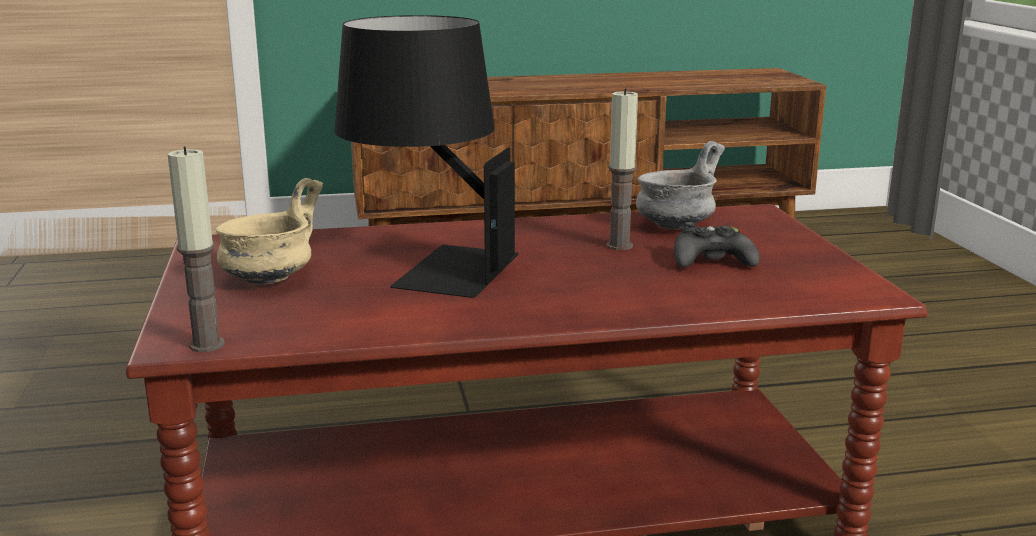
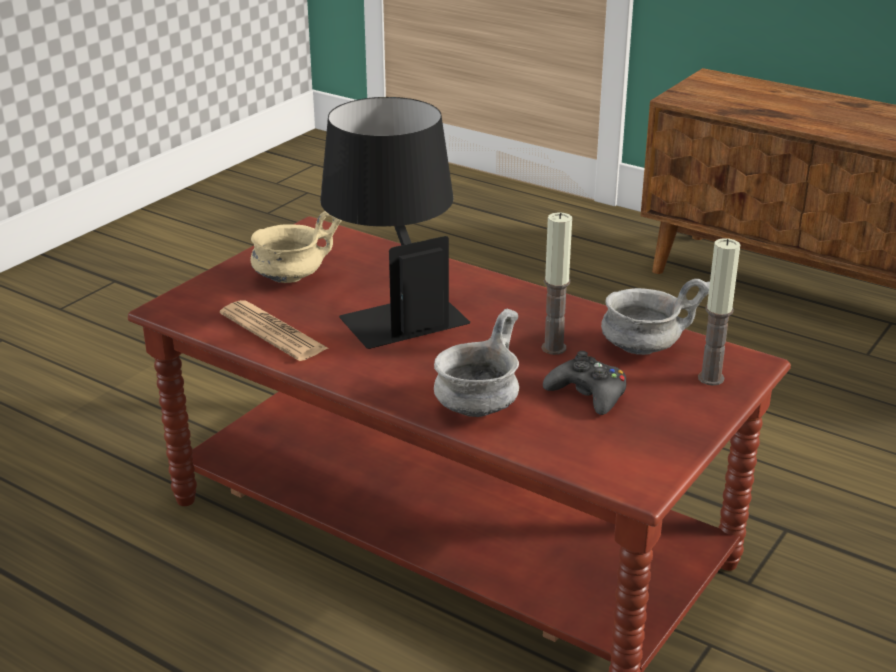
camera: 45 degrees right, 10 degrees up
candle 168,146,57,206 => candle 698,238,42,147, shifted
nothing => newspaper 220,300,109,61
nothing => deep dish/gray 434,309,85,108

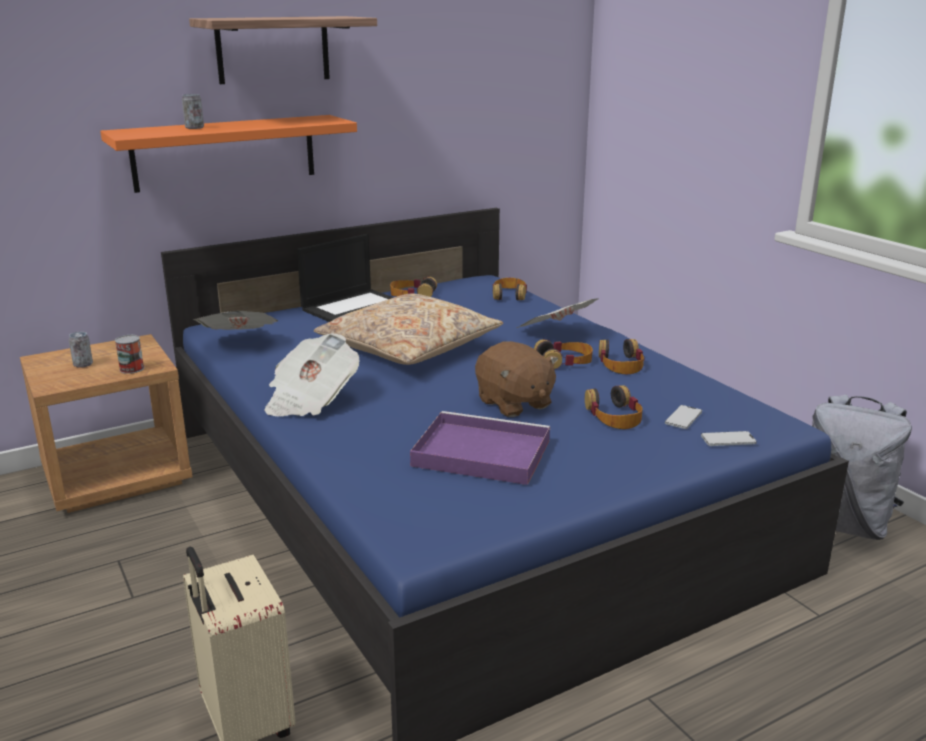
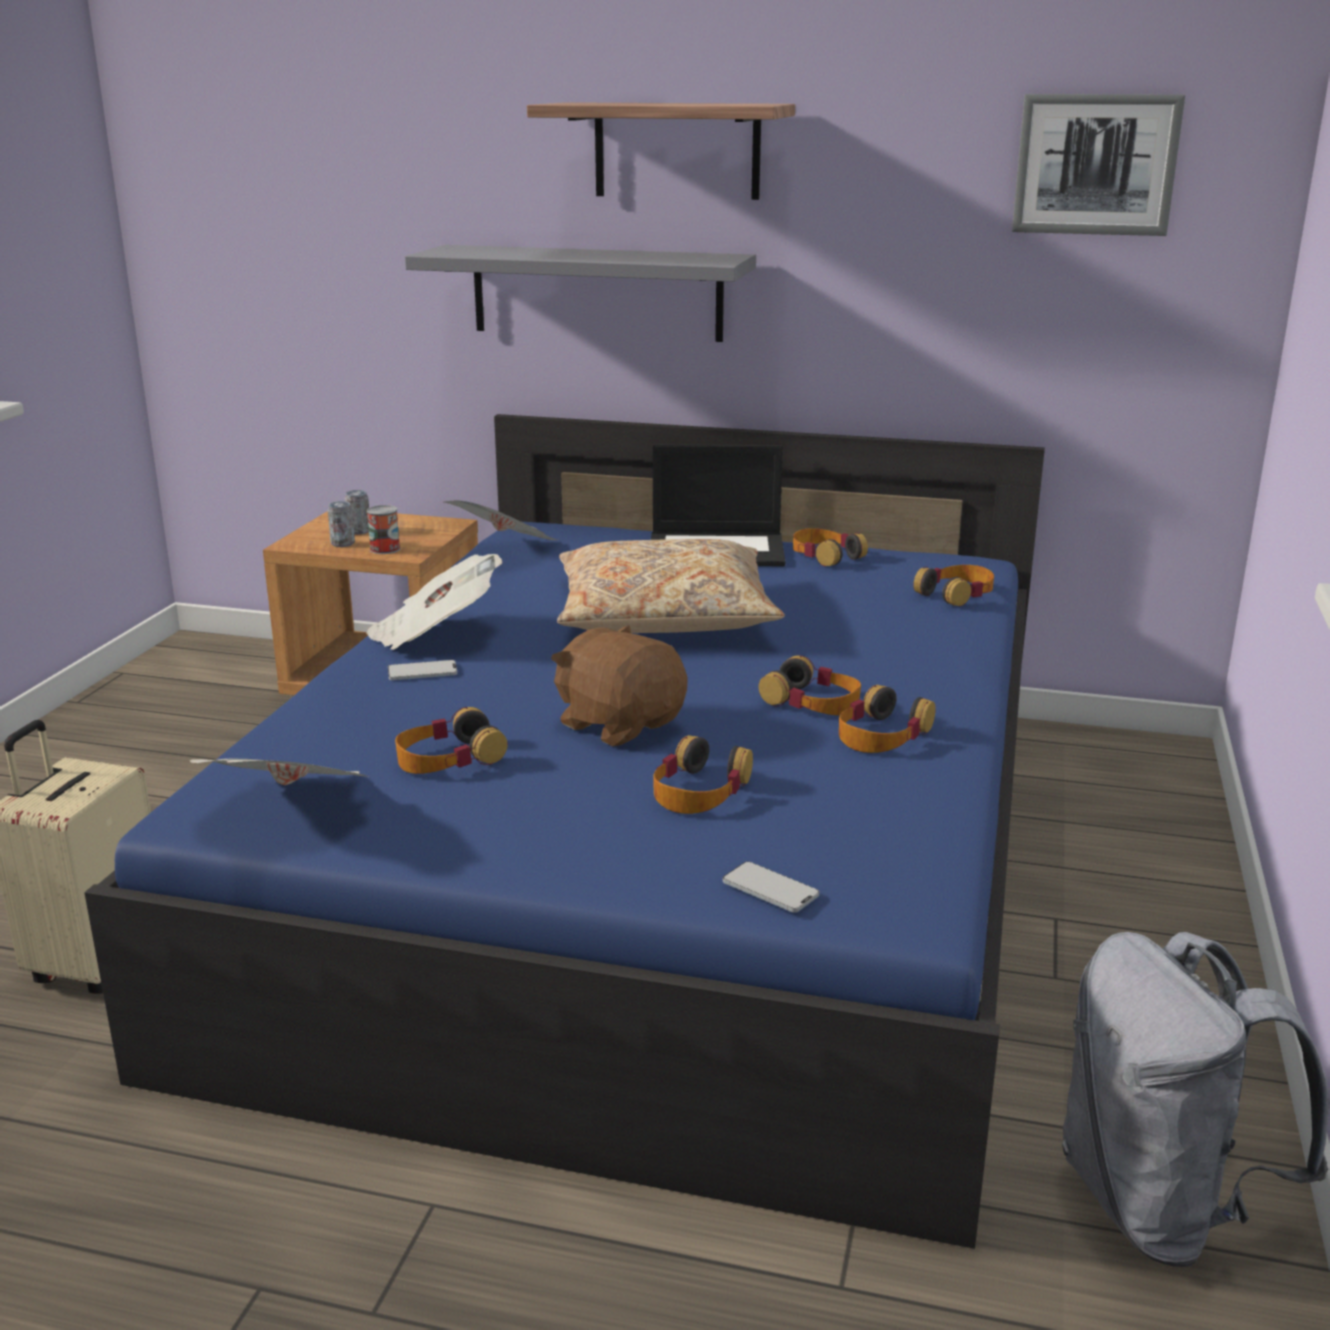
camera: 45 degrees right, 0 degrees up
sealed can 182,94,22,35 => sealed can 328,501,27,46, shifted
wall shelf/orange 100,115,257,78 => wall shelf/gray 405,245,351,97
newspaper 516,299,82,29 => newspaper 190,758,180,27, shifted
plush toy/brown 475,341,83,76 => plush toy/brown 551,625,137,121, 120 degrees clockwise
handset 665,405,37,24 => handset 388,660,69,20, shifted
serving tray/purplish 410,411,140,74 => pair of headphones 395,707,113,67
nothing => wall art 1012,94,173,142

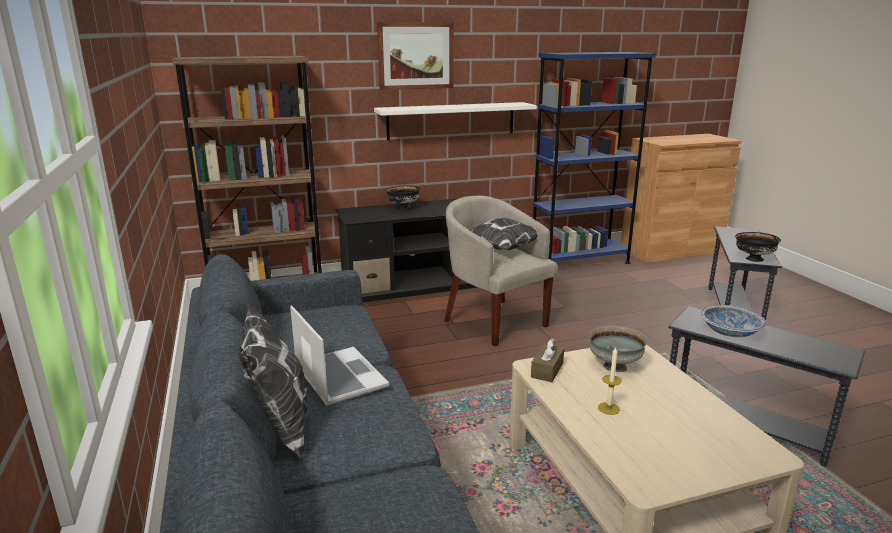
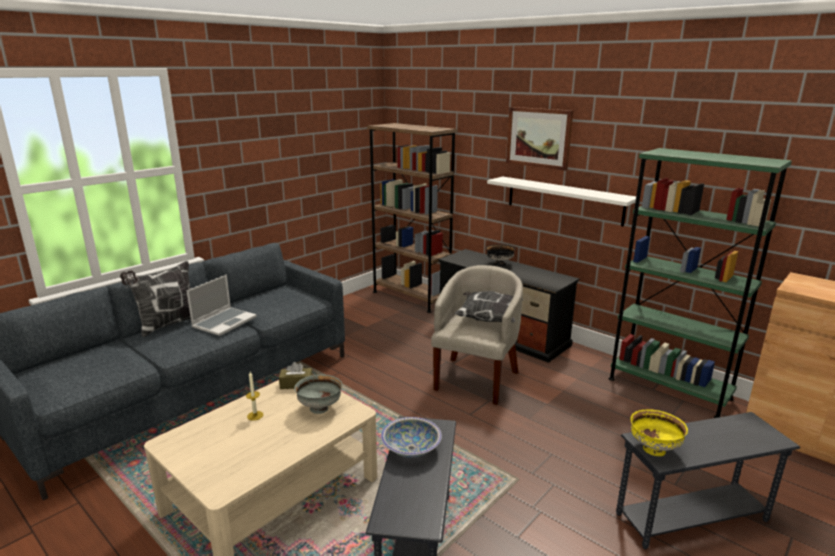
camera: 60 degrees right, 0 degrees up
shelving unit/blue-coloured 533,52,123,212 => shelving unit/greenish 609,148,183,270
deep dish/black 735,232,46,30 => deep dish/yellowish 631,409,57,47

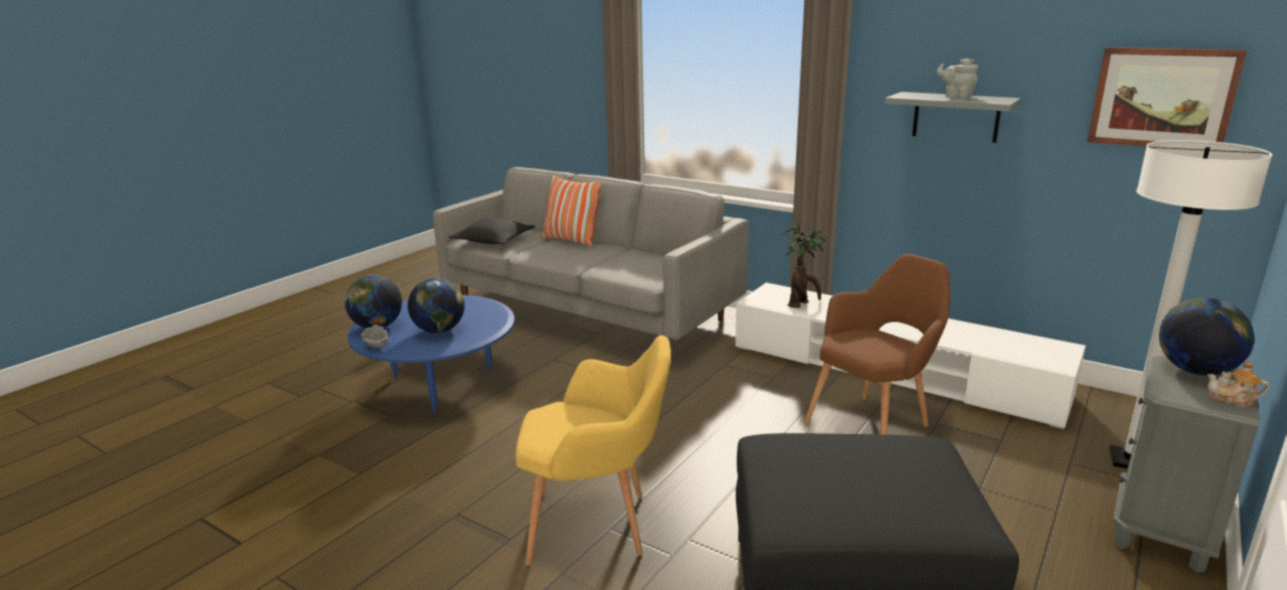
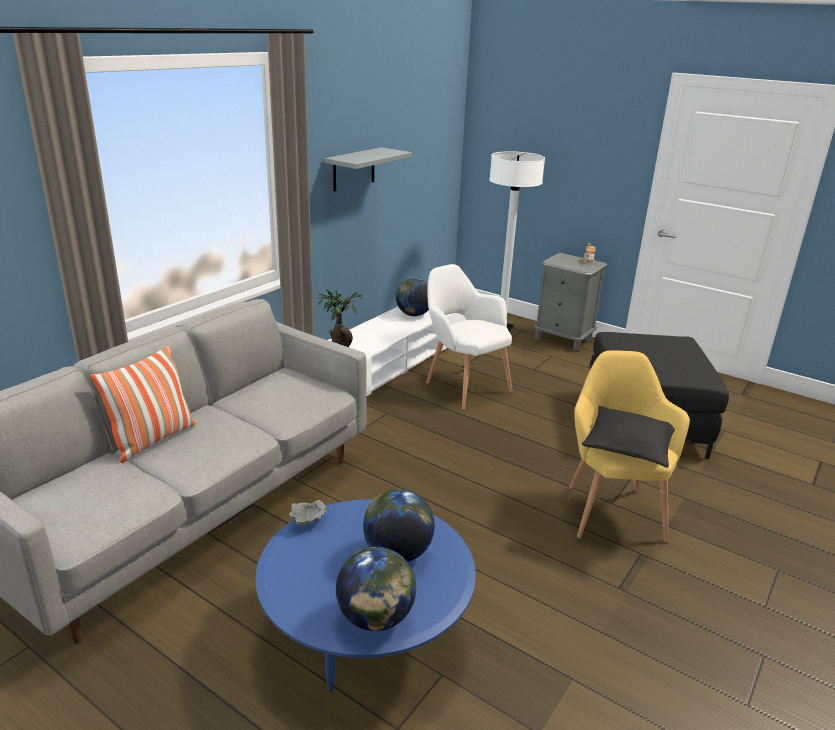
camera: 90 degrees left, 5 degrees up
wall art 1087,47,160,100 => nothing
teapot/gray 937,58,41,40 => nothing
pillow/black 449,218,86,27 => pillow/black 582,406,93,62, shifted
lounge chair/brown 804,254,146,181 => lounge chair/white 426,264,87,146
globe 1159,298,95,77 => globe 396,278,33,38, shifted
deep dish/gray 361,325,29,23 => deep dish/gray 289,500,39,25, shifted

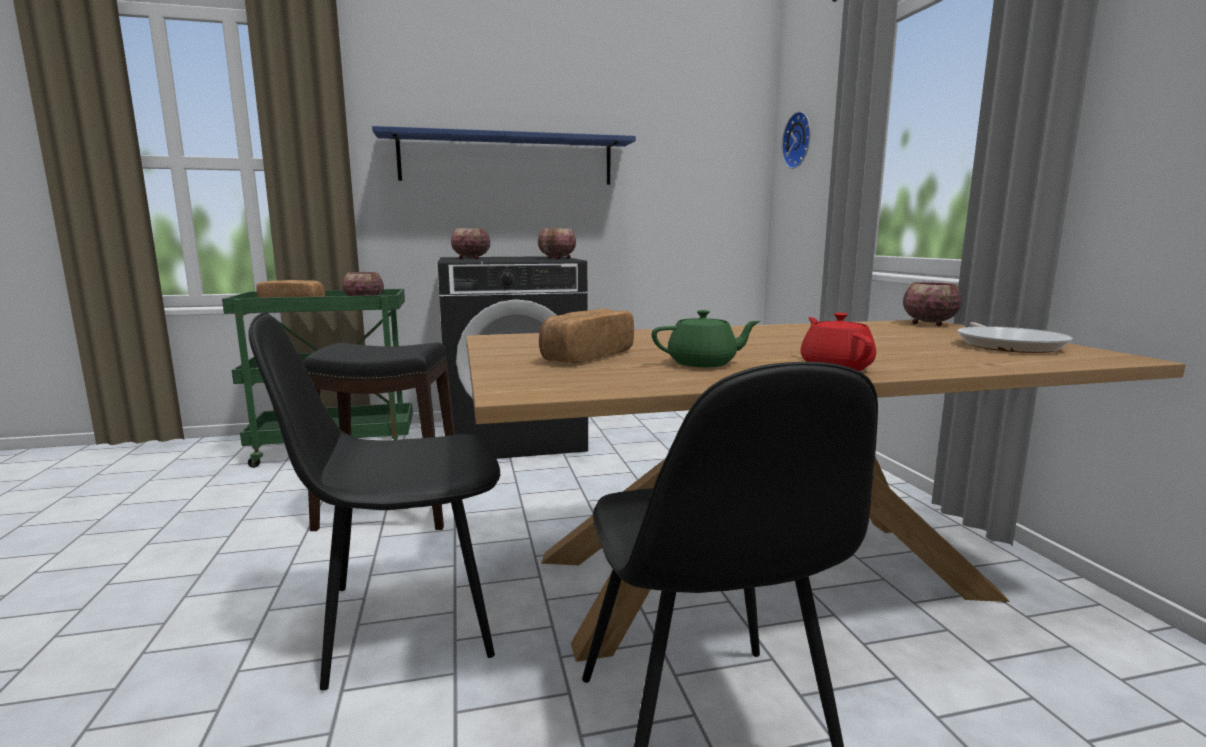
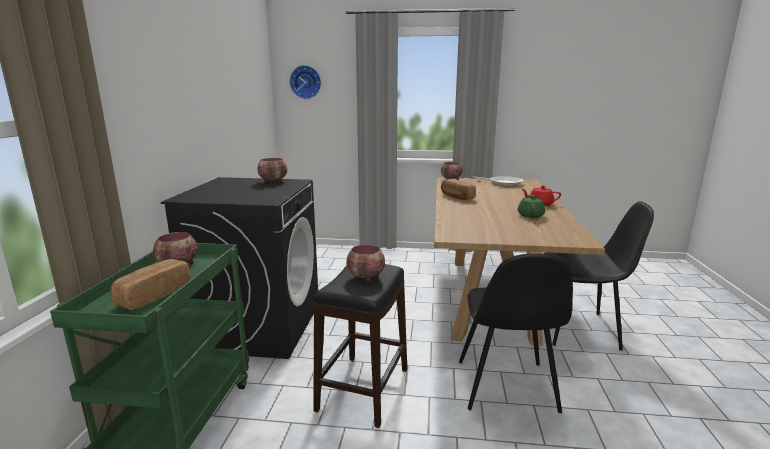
camera: 70 degrees left, 5 degrees up
wall shelf/blue-coloured 372,126,264,59 => nothing
deep dish 451,228,39,31 => deep dish 346,244,39,38, shifted
bread 539,308,95,56 => bread 441,179,35,21, shifted

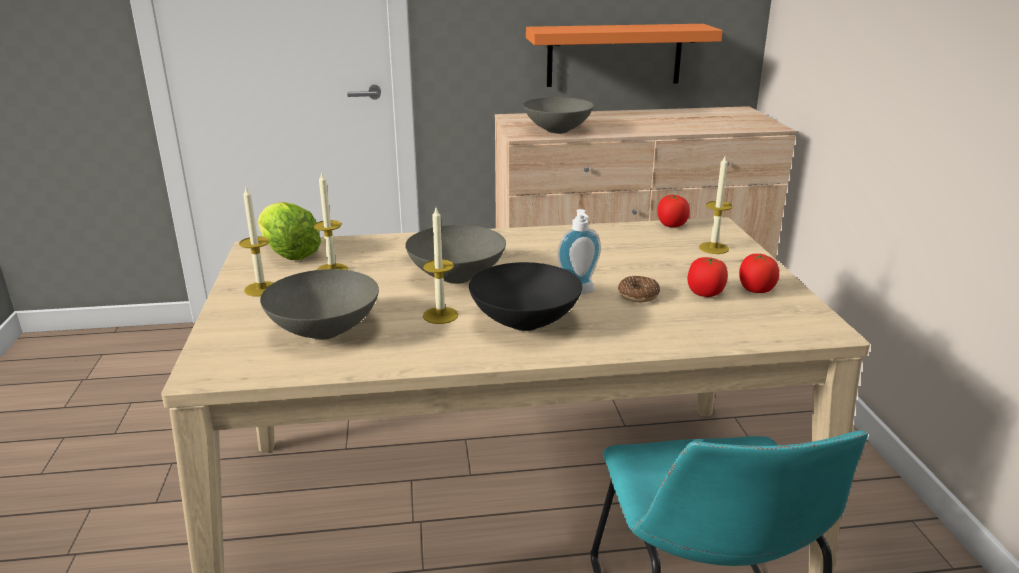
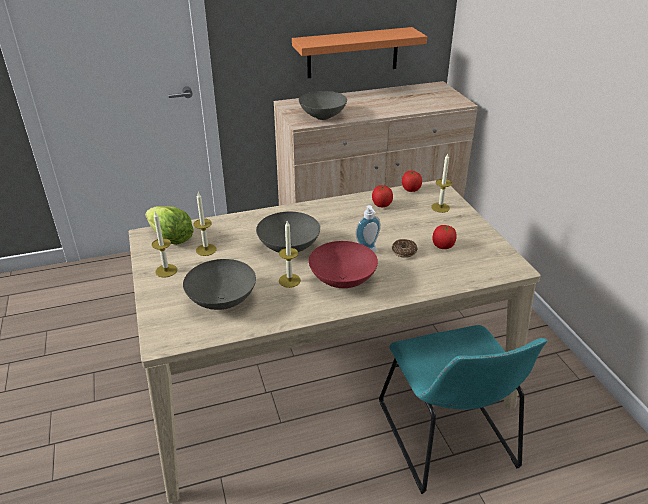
camera: 10 degrees left, 10 degrees up
fresh tomato 739,254,40,39 => fresh tomato 372,185,21,22, shifted
deep dish/black 469,262,113,69 => deep dish/reddish 309,241,69,47

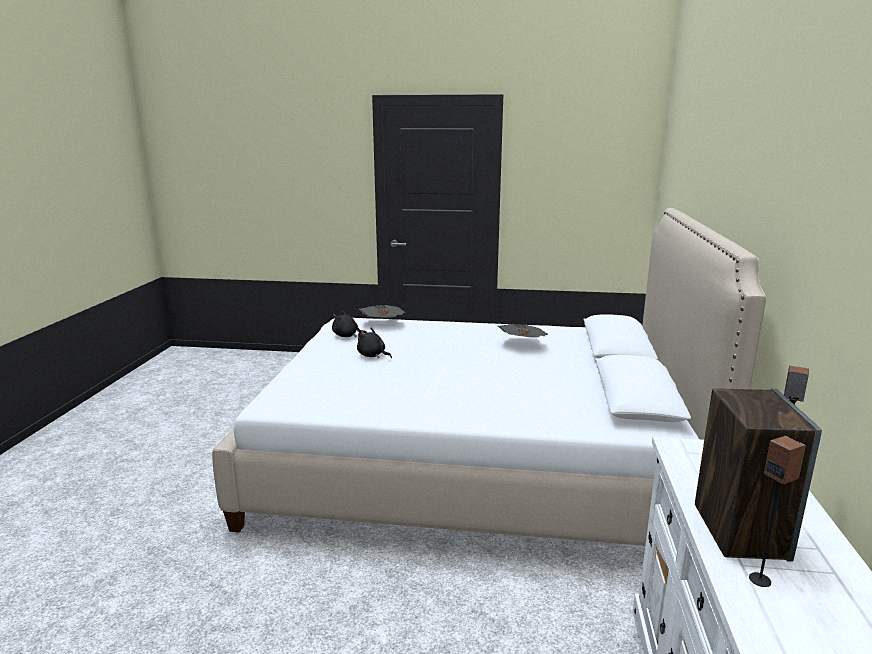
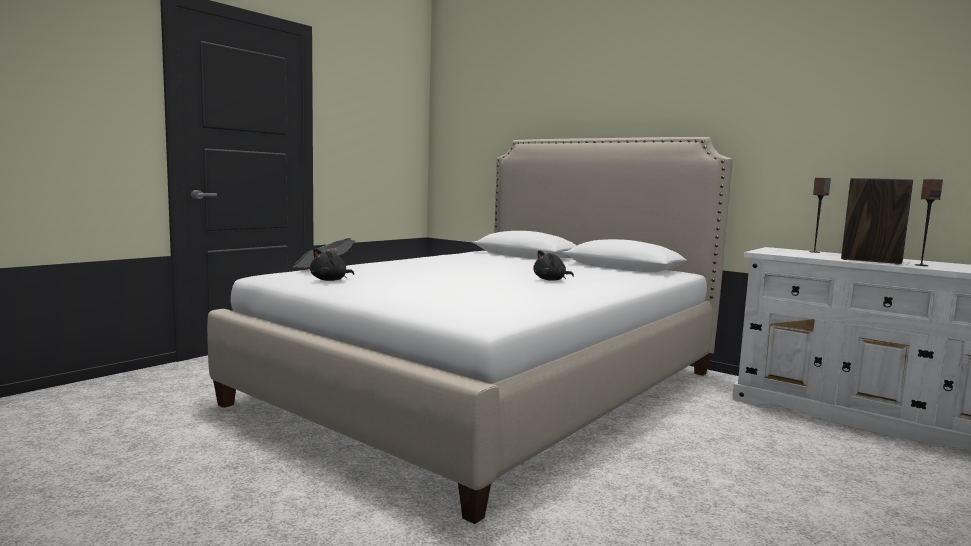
camera: 60 degrees left, 10 degrees down
newspaper 497,324,51,14 => nothing
plush toy/black 357,328,35,30 => plush toy/black 533,250,41,31, shifted

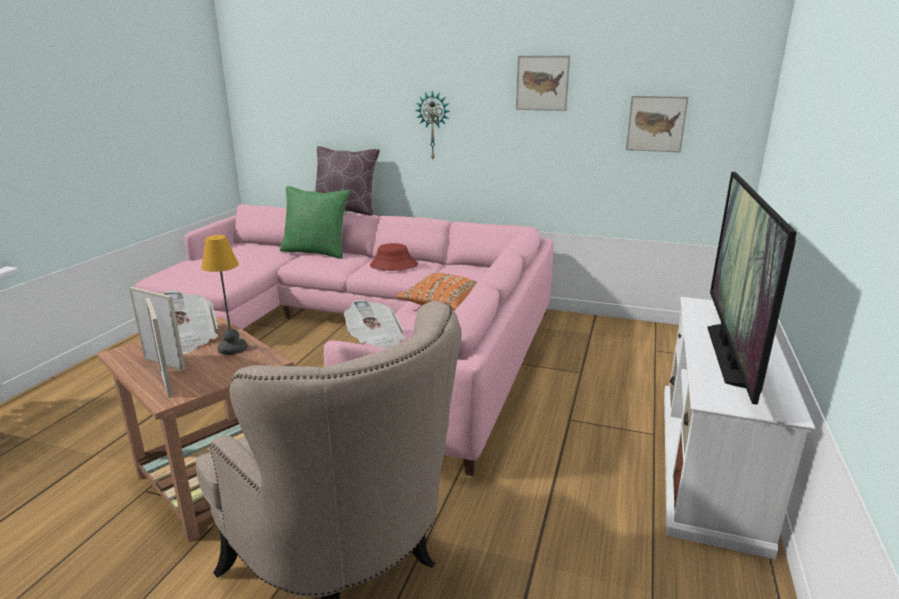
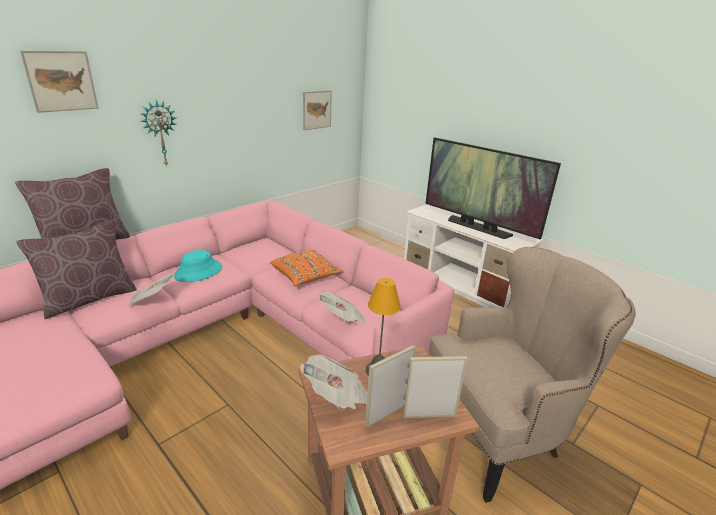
camera: 65 degrees left, 5 degrees up
wall art 516,55,54,56 => wall art 20,51,79,62, shifted
pillow/greenish 280,186,70,73 => pillow/brown 16,220,121,99
hat/reddish 370,243,48,28 => hat/turquoise 174,250,48,32
nothing => newspaper 128,272,46,34

